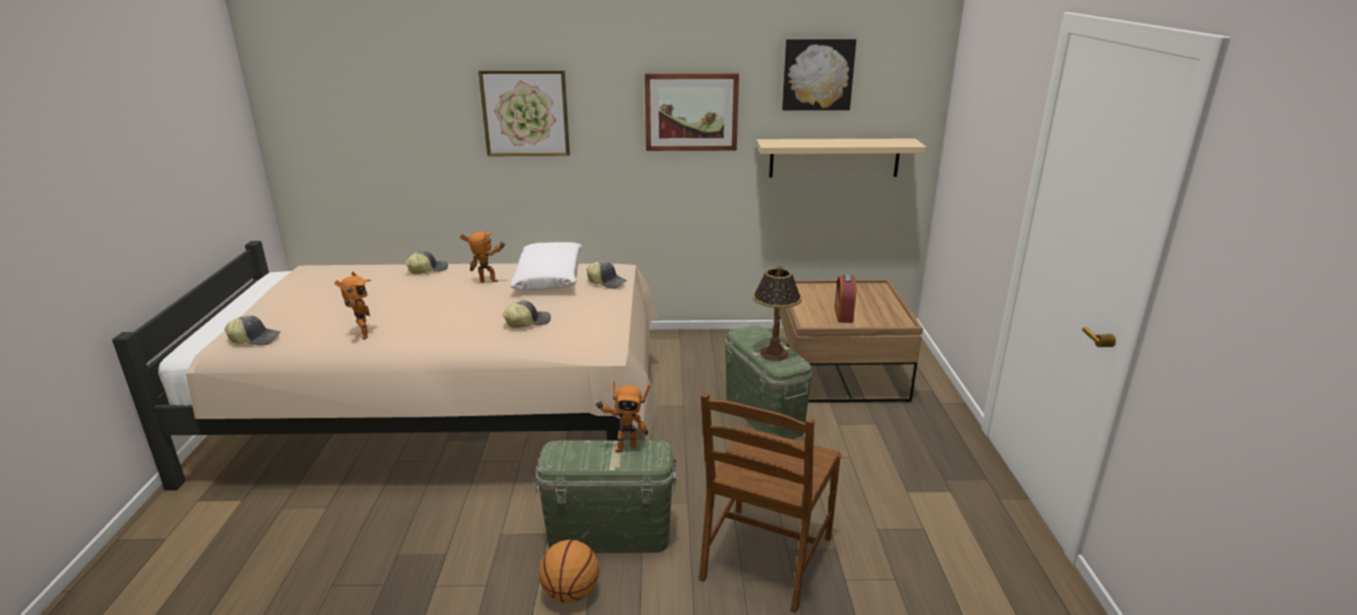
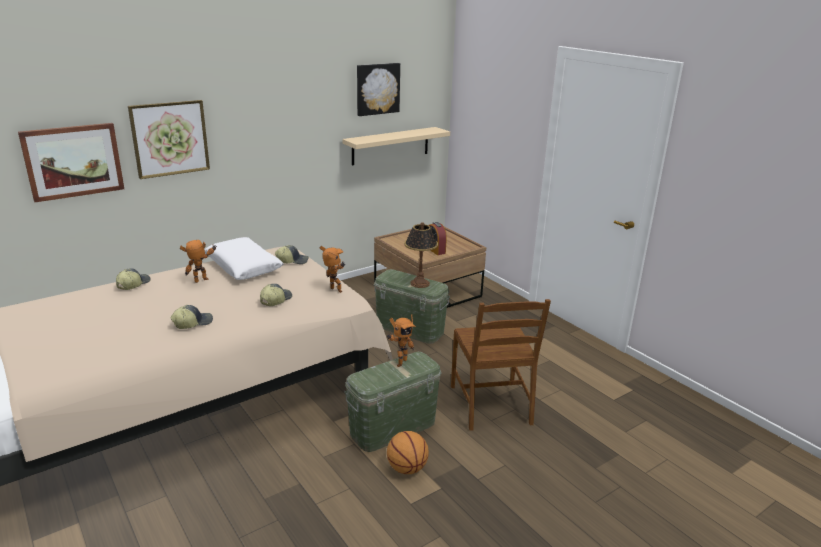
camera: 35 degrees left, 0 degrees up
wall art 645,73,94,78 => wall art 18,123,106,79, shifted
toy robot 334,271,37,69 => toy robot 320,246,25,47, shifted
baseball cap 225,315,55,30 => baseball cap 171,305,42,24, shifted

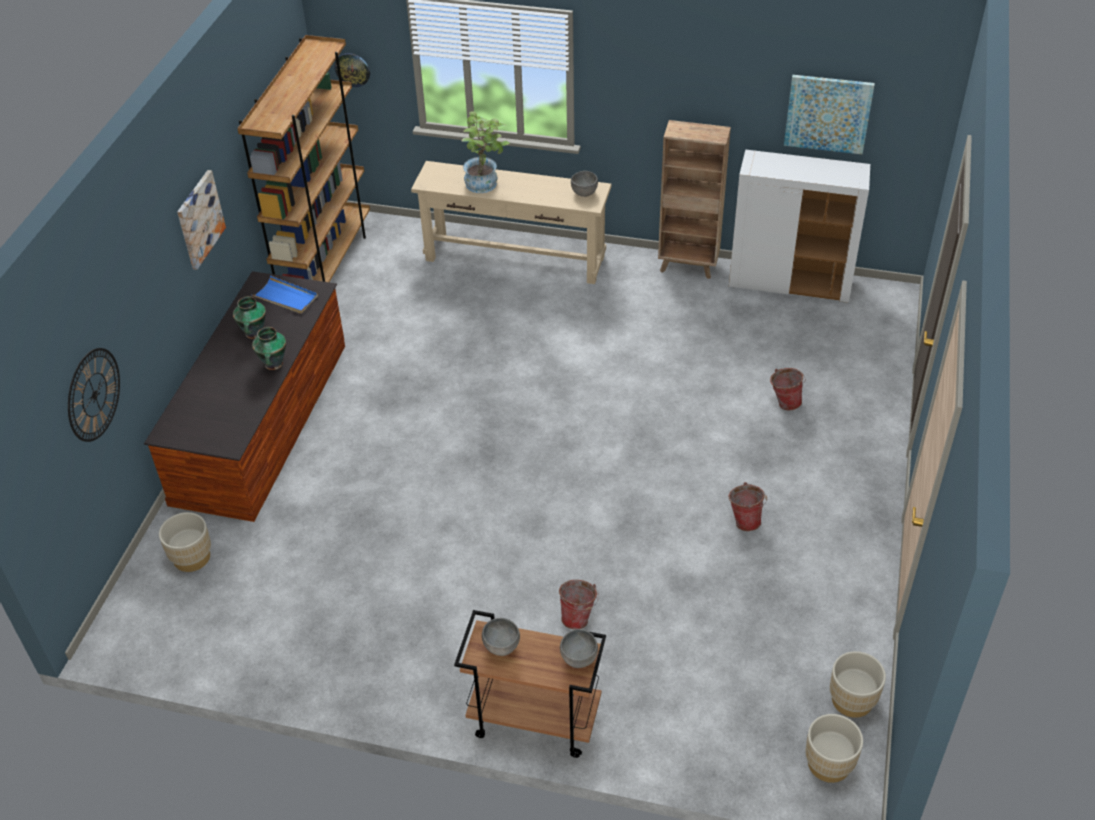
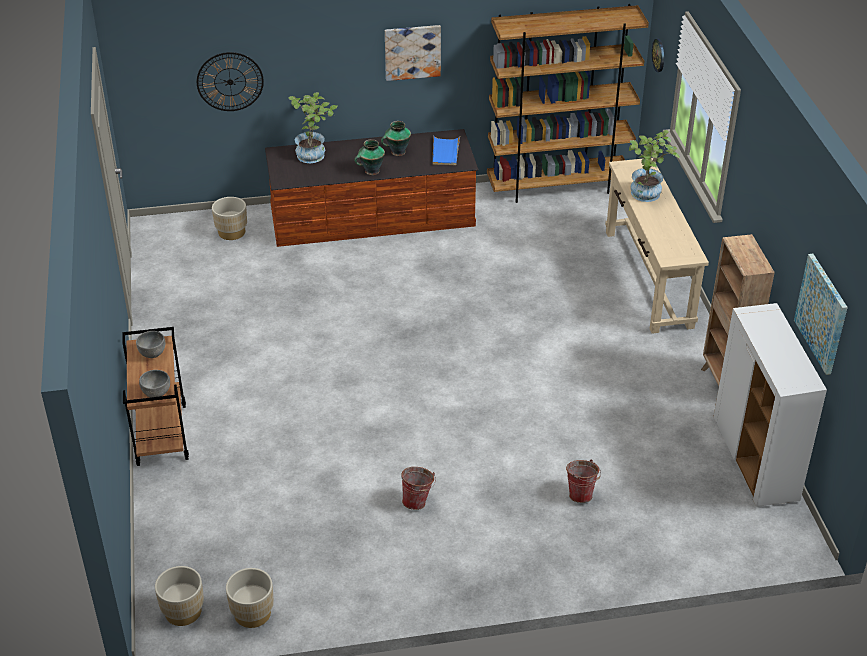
camera: 65 degrees right, 5 degrees down
deep dish/gray 571,171,27,26 => nothing
bucket 559,580,40,49 => nothing
nothing => potted plant 288,92,50,71

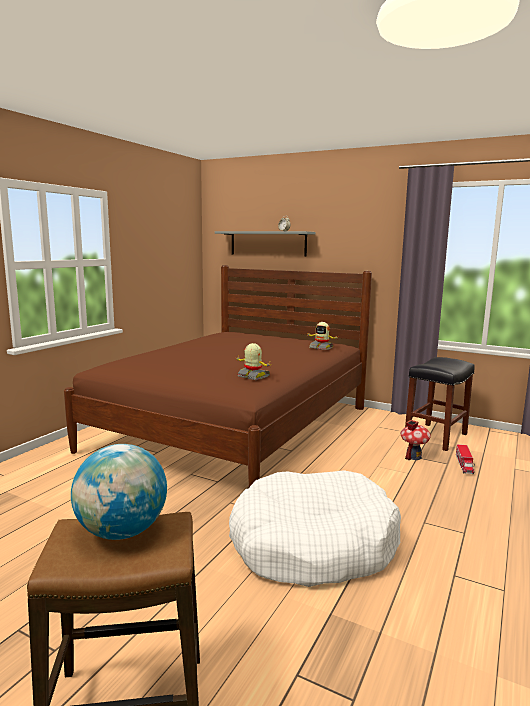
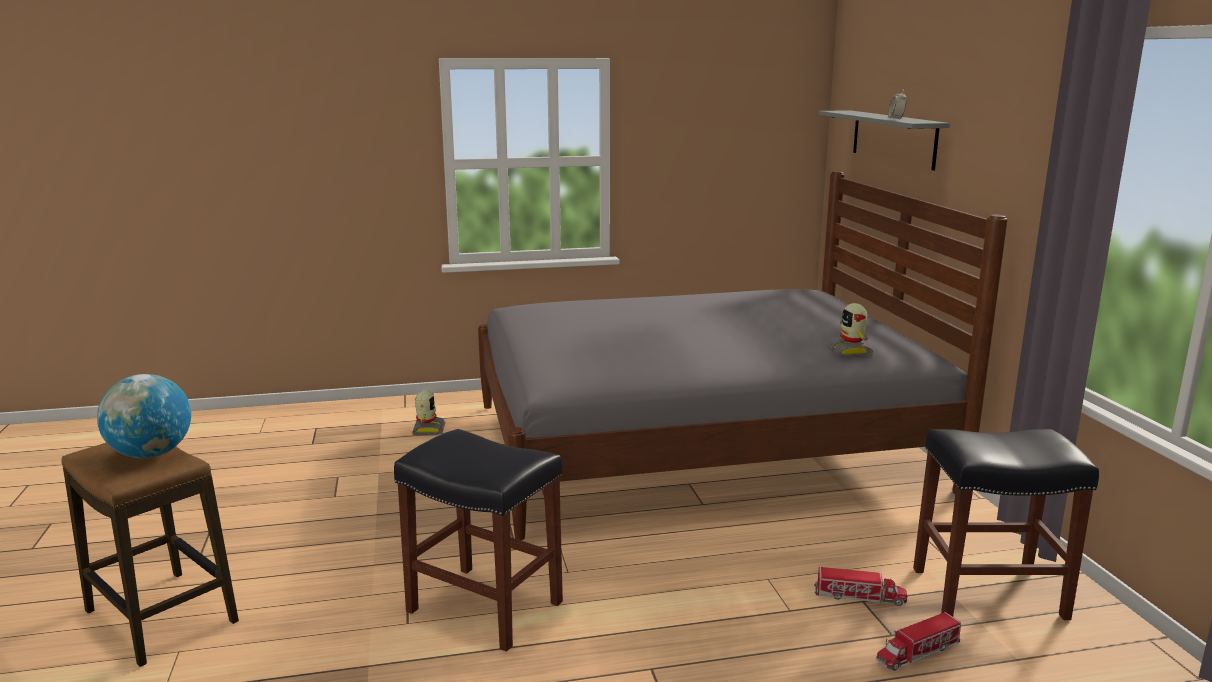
camera: 50 degrees right, 5 degrees up
bedroom bed/brown 64,265,308,223 => bedroom bed/gray 478,171,530,369
toy robot 236,343,36,37 => toy robot 412,390,34,46, shifted
toy house 401,420,30,40 => toy truck 814,567,93,39
pet bed/white 229,470,172,117 => stool seat/black 394,429,169,223

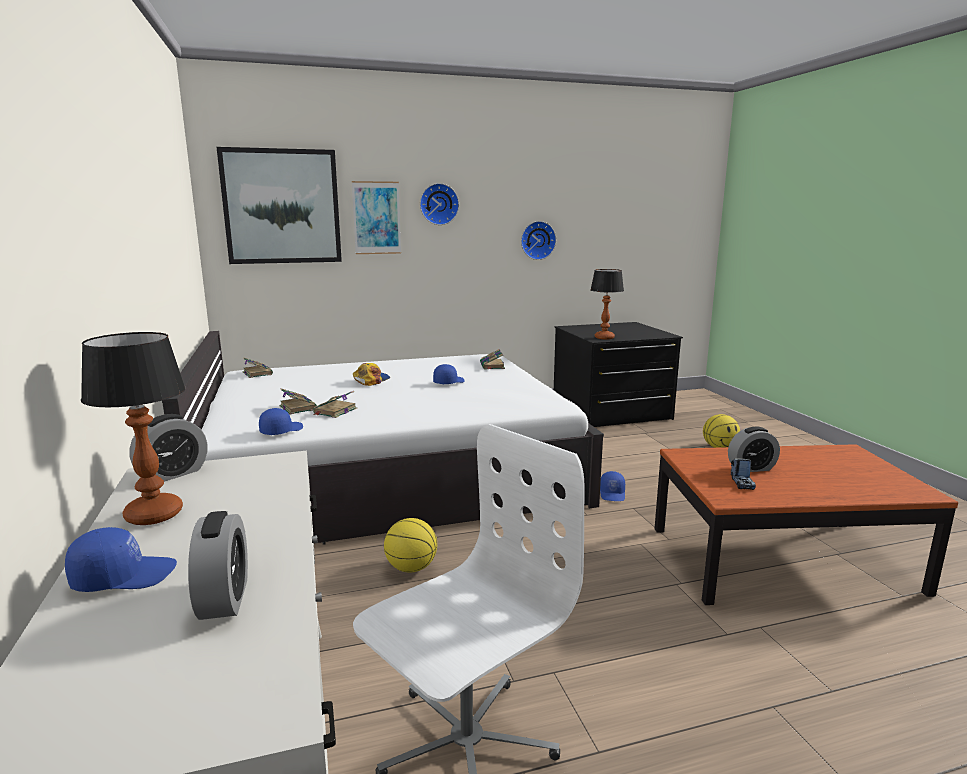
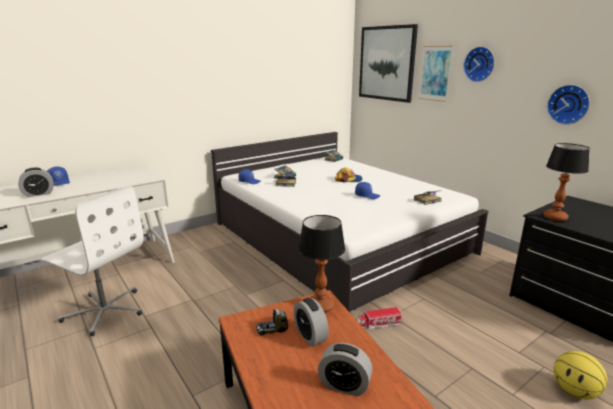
camera: 70 degrees right, 5 degrees up
table lamp 81,332,104,193 => table lamp 298,215,47,98, shifted
alarm clock 129,414,78,68 => alarm clock 318,343,55,53, shifted
baseball cap/blue-coloured 600,471,25,30 => toy truck 356,307,46,22
ball for basketball 384,518,53,55 => nothing

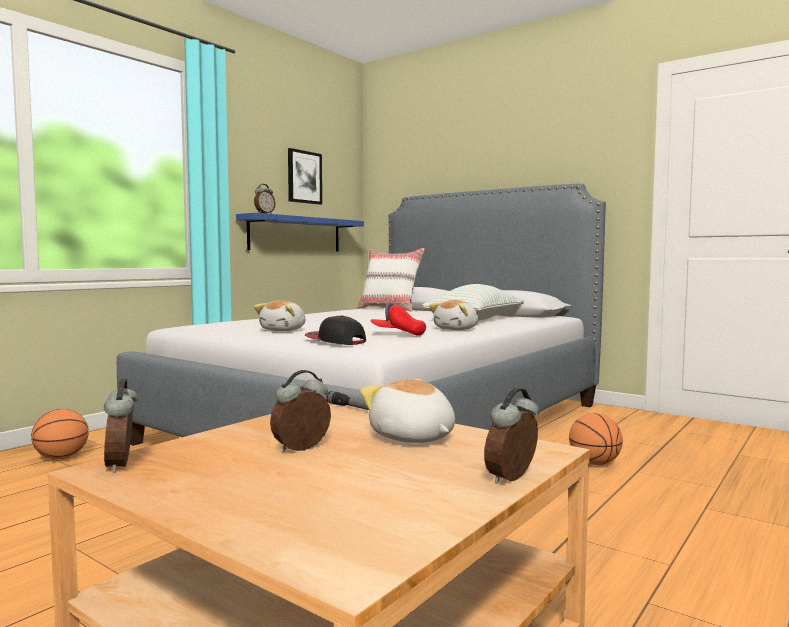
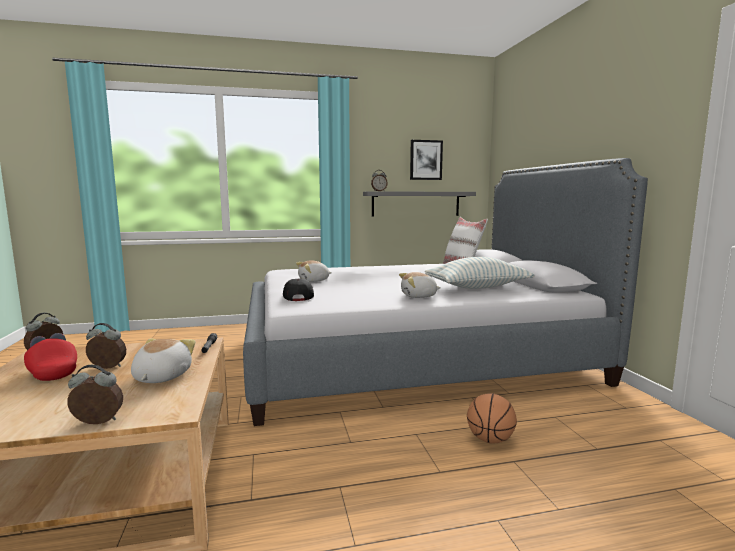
camera: 40 degrees right, 5 degrees up
wall shelf/blue-coloured 236,213,128,38 => wall shelf/gray 363,191,113,25
baseball cap/reddish 371,302,55,34 => baseball cap/reddish 24,333,53,48, shifted
ball for basketball 31,409,58,50 => nothing

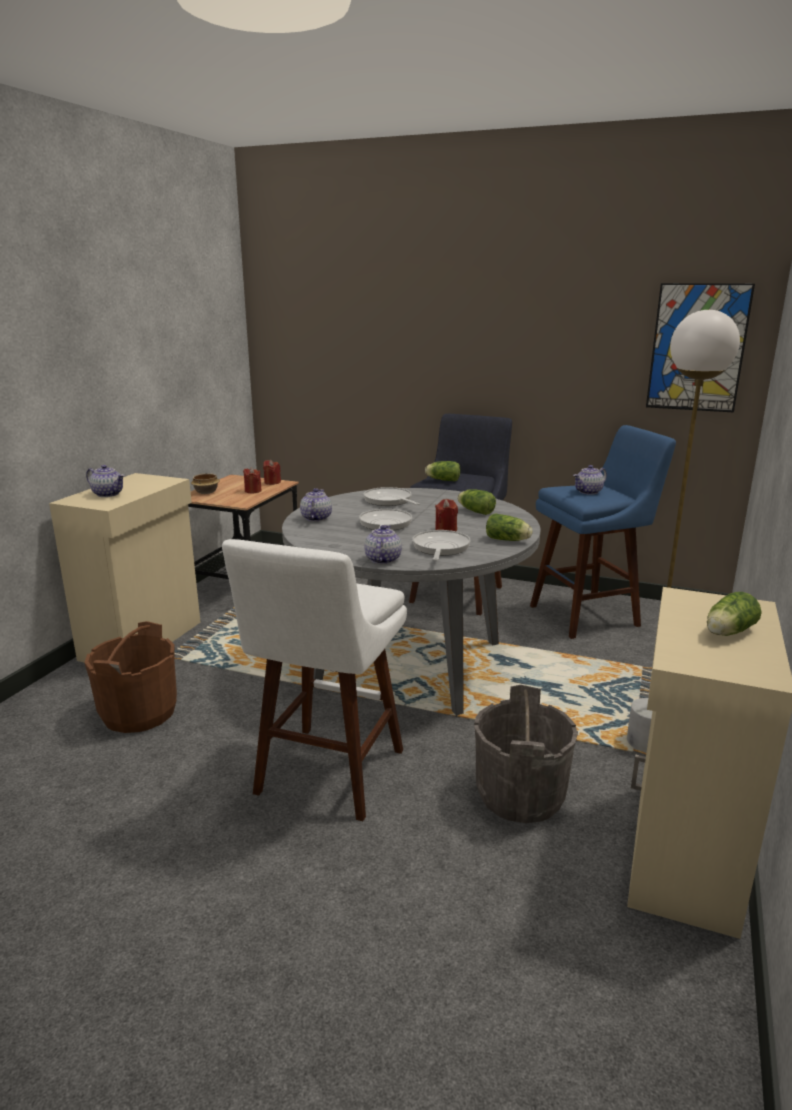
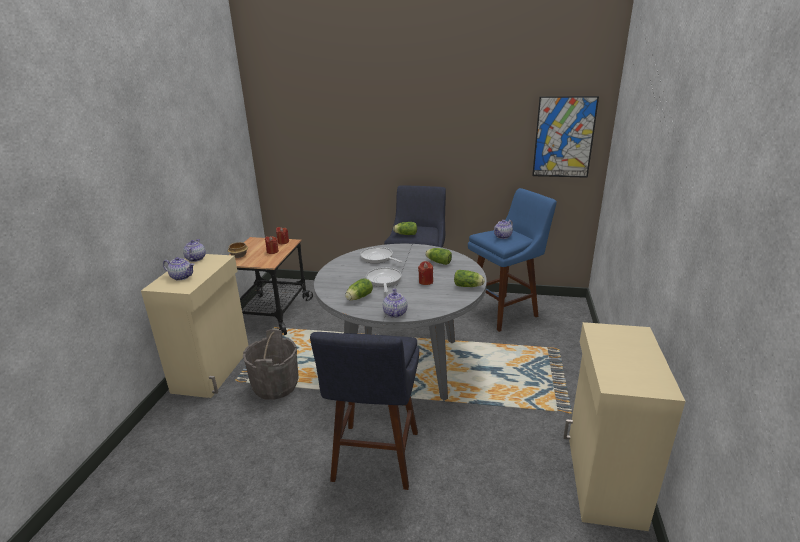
camera: 10 degrees left, 5 degrees up
standing lamp/white 627,310,113,443 => nothing
teapot 300,488,32,34 => teapot 183,239,23,23, shifted
frying pan 412,530,59,31 => nothing
stool seat/white 222,539,185,282 => stool seat/blue-coloured 310,332,109,158
lettuce 707,592,55,44 => lettuce 345,278,28,22, shifted
bucket/brown 84,621,93,112 => nothing
bucket/gray 474,685,104,138 => bucket/gray 243,329,56,71, shifted

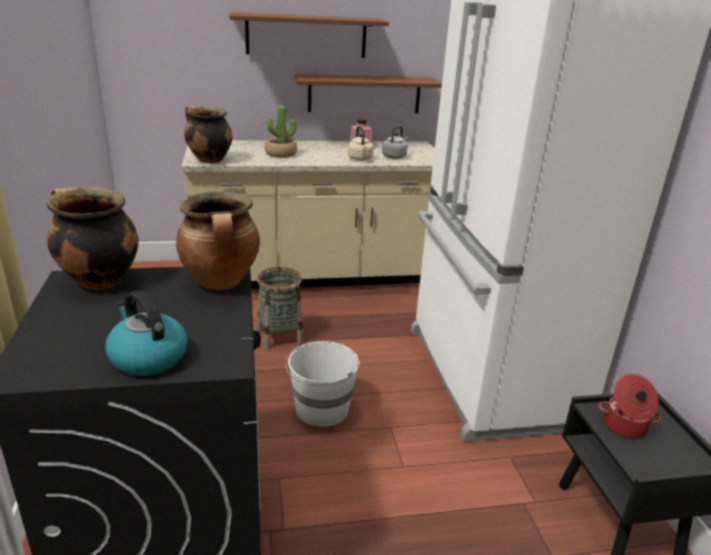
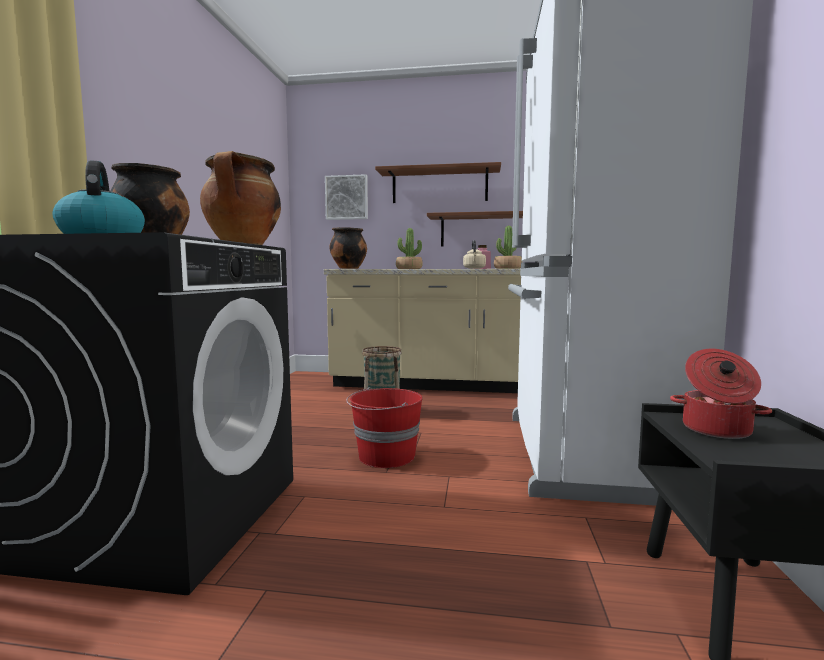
camera: 20 degrees right, 20 degrees down
water kettle/gray 382,125,26,34 => potted plant 494,226,29,43
bucket/white 285,341,74,86 => bucket/reddish 346,387,77,81
nothing => wall art 325,174,43,46

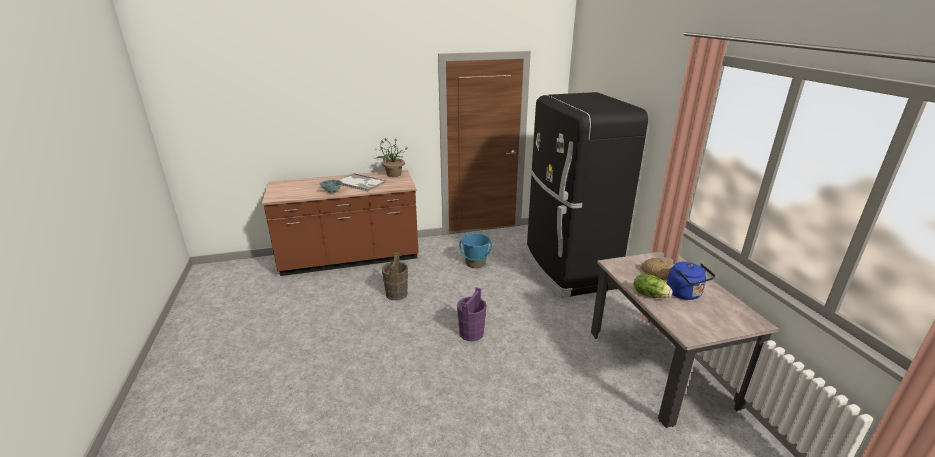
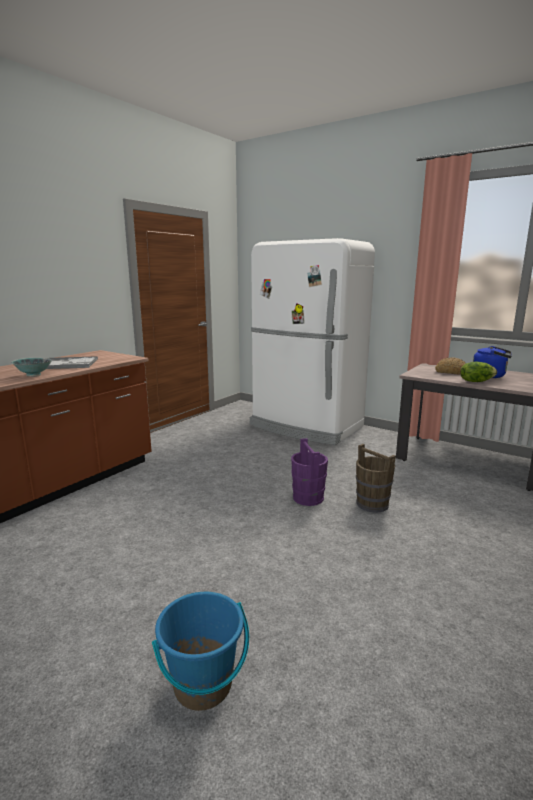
camera: 40 degrees left, 10 degrees down
fridge/black 524,92,124,206 => fridge/white 250,238,125,207
potted plant 376,138,32,39 => nothing
bucket/blue-coloured 459,233,33,35 => bucket/blue-coloured 152,592,97,119, shifted
bucket/brown 382,253,26,47 => bucket/brown 356,444,40,69, shifted

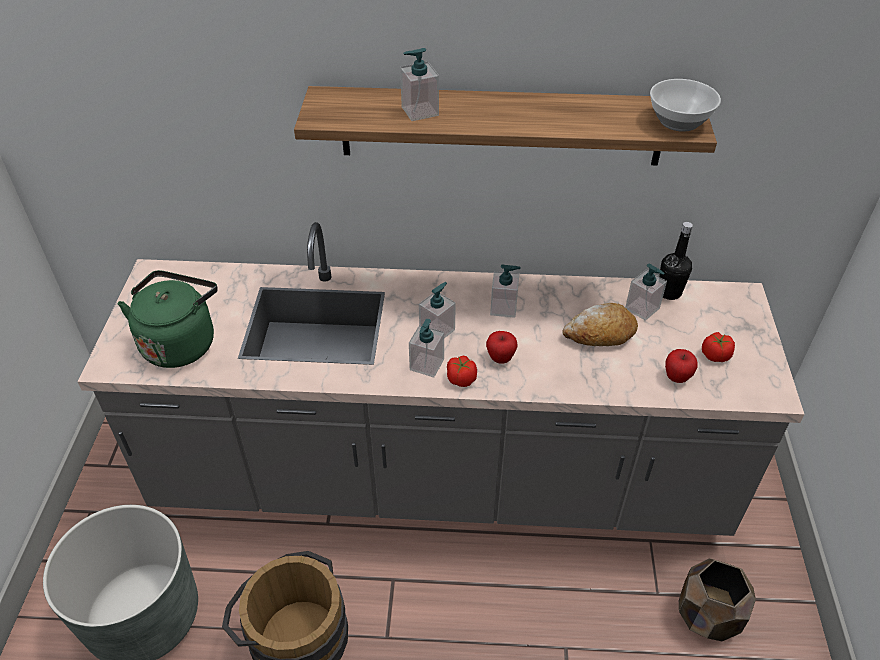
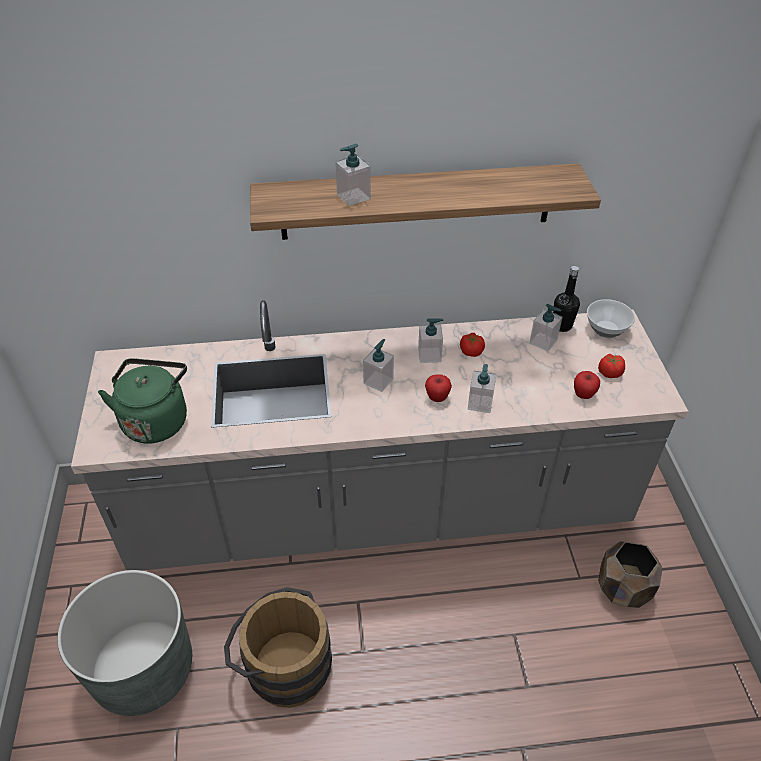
camera: 10 degrees left, 0 degrees up
deep dish 650,79,71,53 => deep dish 587,299,48,39, shifted
bread 562,303,76,43 => nothing
soap bottle 409,319,35,58 => soap bottle 468,364,28,49, shifted
fresh tomato 447,356,30,31 => fresh tomato 460,333,25,24, shifted

